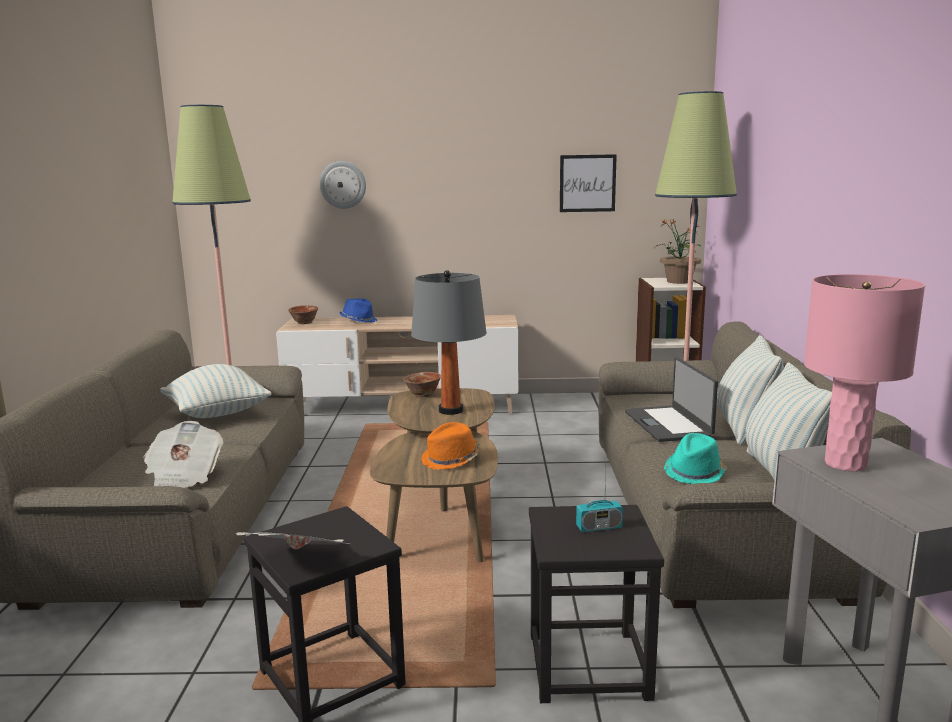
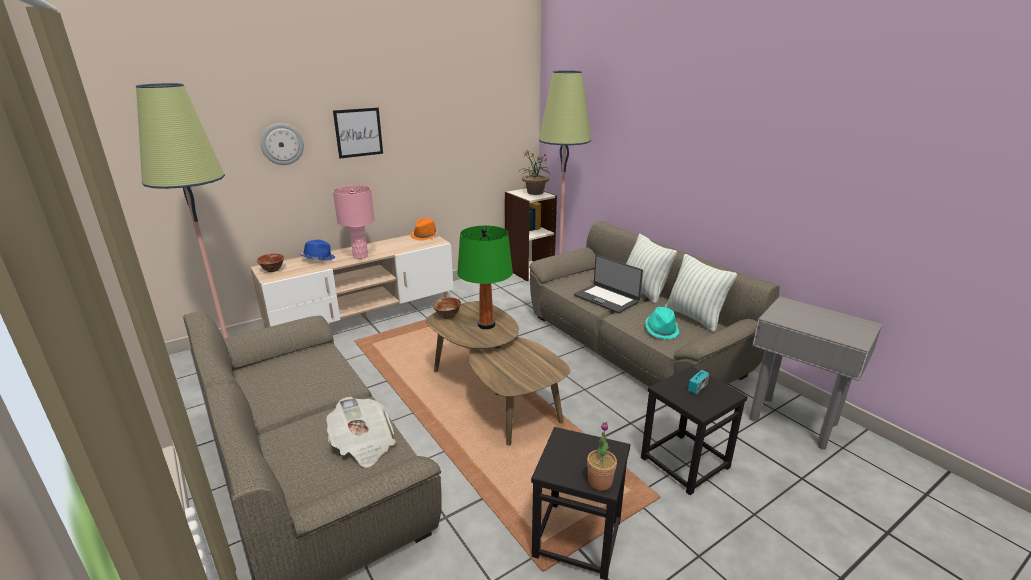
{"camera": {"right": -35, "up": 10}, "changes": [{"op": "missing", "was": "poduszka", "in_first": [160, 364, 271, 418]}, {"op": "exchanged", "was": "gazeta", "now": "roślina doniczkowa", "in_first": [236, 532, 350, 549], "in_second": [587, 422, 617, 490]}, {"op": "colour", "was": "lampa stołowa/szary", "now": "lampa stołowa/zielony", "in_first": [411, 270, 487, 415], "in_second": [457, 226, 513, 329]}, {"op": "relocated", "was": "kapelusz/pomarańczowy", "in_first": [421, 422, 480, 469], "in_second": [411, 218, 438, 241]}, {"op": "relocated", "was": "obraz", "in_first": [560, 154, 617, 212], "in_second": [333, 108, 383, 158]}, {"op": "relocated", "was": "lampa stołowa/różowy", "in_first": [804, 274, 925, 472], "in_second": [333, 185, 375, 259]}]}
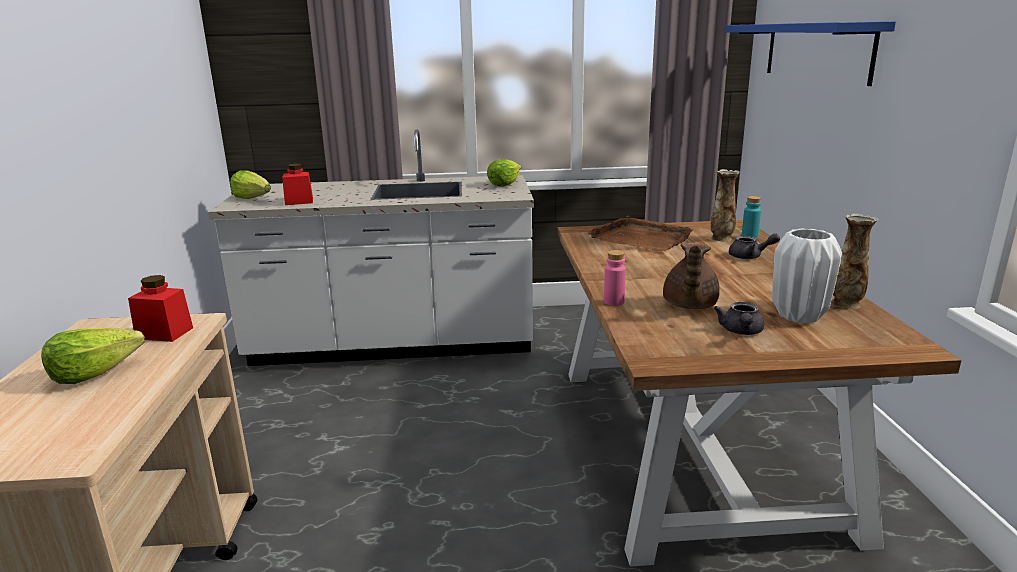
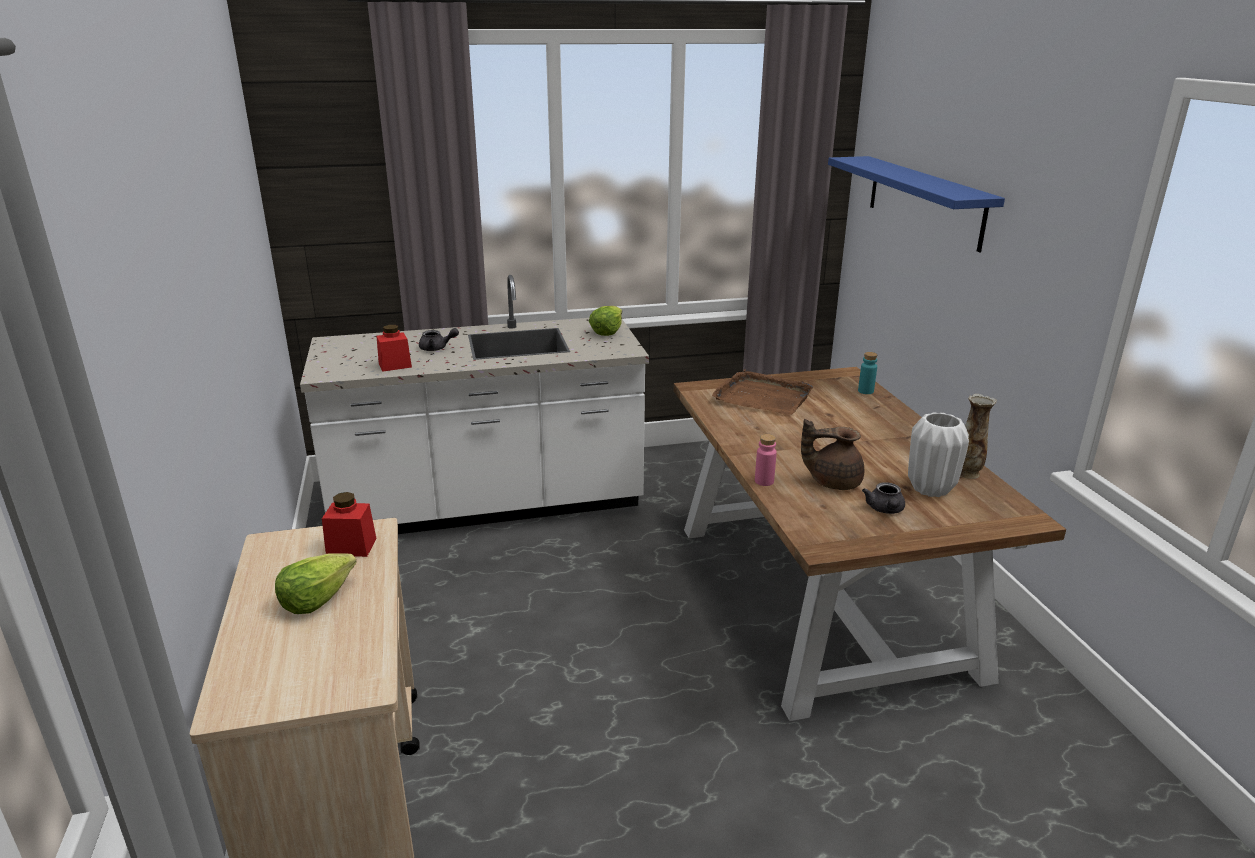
{"camera": {"right": -10, "up": 5}, "changes": [{"op": "missing", "was": "sałata", "in_first": [230, 170, 271, 199]}, {"op": "spun", "was": "imbryk/brązowy", "in_first": [663, 243, 720, 309], "in_second": [801, 419, 864, 490], "clockwise": 90}, {"op": "missing", "was": "wazon", "in_first": [711, 169, 740, 241]}, {"op": "relocated", "was": "imbryk/szary", "in_first": [729, 233, 780, 259], "in_second": [419, 328, 459, 351]}]}
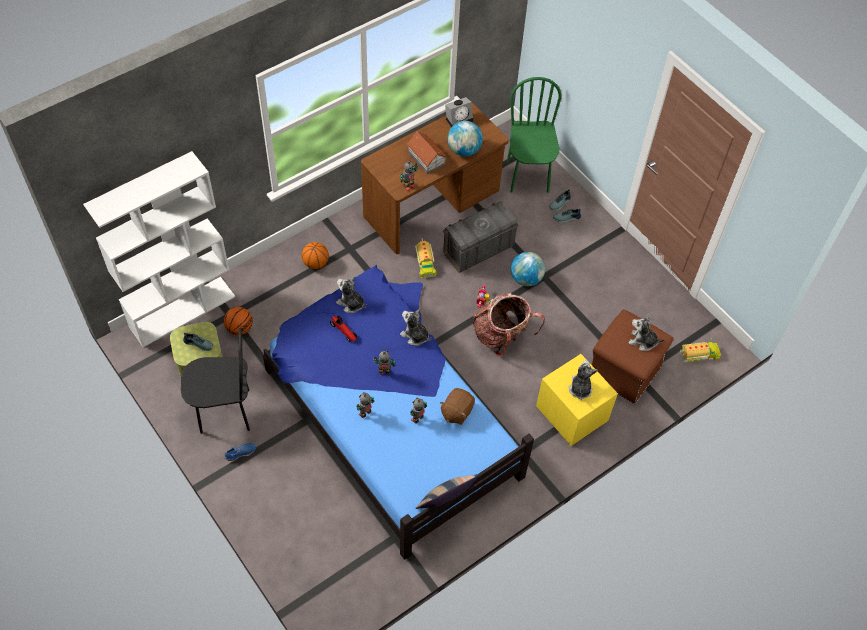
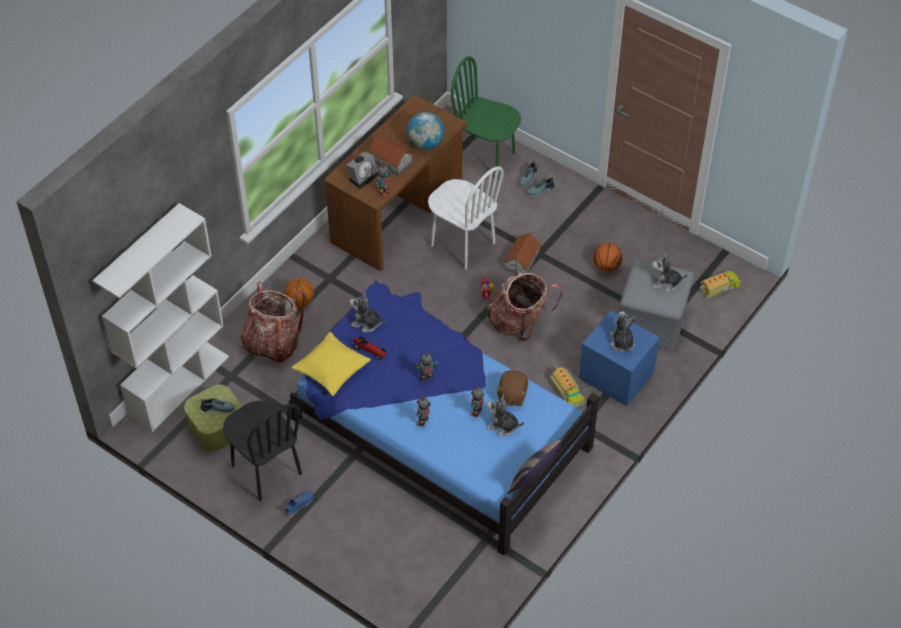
{"camera": {"right": -15, "up": -5}, "changes": [{"op": "spun", "was": "krzesło/czarny", "in_first": [181, 328, 250, 434], "in_second": [223, 401, 302, 501], "clockwise": 75}, {"op": "relocated", "was": "piłka do koszykówki", "in_first": [224, 307, 253, 335], "in_second": [593, 243, 623, 272]}, {"op": "relocated", "was": "pluszak", "in_first": [400, 308, 432, 346], "in_second": [486, 394, 524, 436]}, {"op": "relocated", "was": "ciężarówka zabawkowa", "in_first": [415, 238, 437, 278], "in_second": [550, 365, 585, 407]}, {"op": "exchanged", "was": "pojemnik do przechowywania/szary", "now": "krzesło/biały", "in_first": [443, 201, 519, 273], "in_second": [428, 166, 504, 270]}, {"op": "relocated", "was": "budzik", "in_first": [445, 97, 473, 127], "in_second": [346, 152, 379, 189]}, {"op": "spun", "was": "krzesło/zielony", "in_first": [507, 77, 561, 193], "in_second": [451, 56, 521, 180], "clockwise": -45}, {"op": "exchanged", "was": "globus", "now": "domek", "in_first": [511, 252, 545, 286], "in_second": [504, 233, 541, 274]}, {"op": "colour", "was": "szafka nocna/żółty", "now": "szafka nocna/niebieski", "in_first": [536, 354, 618, 446], "in_second": [579, 310, 660, 406]}, {"op": "colour", "was": "pufa/brązowy", "now": "pufa/szary", "in_first": [591, 309, 674, 404], "in_second": [620, 258, 694, 350]}, {"op": "appeared", "now": "plecak", "in_second": [241, 281, 305, 362]}, {"op": "appeared", "now": "poduszka/żółty", "in_second": [292, 332, 371, 396]}]}
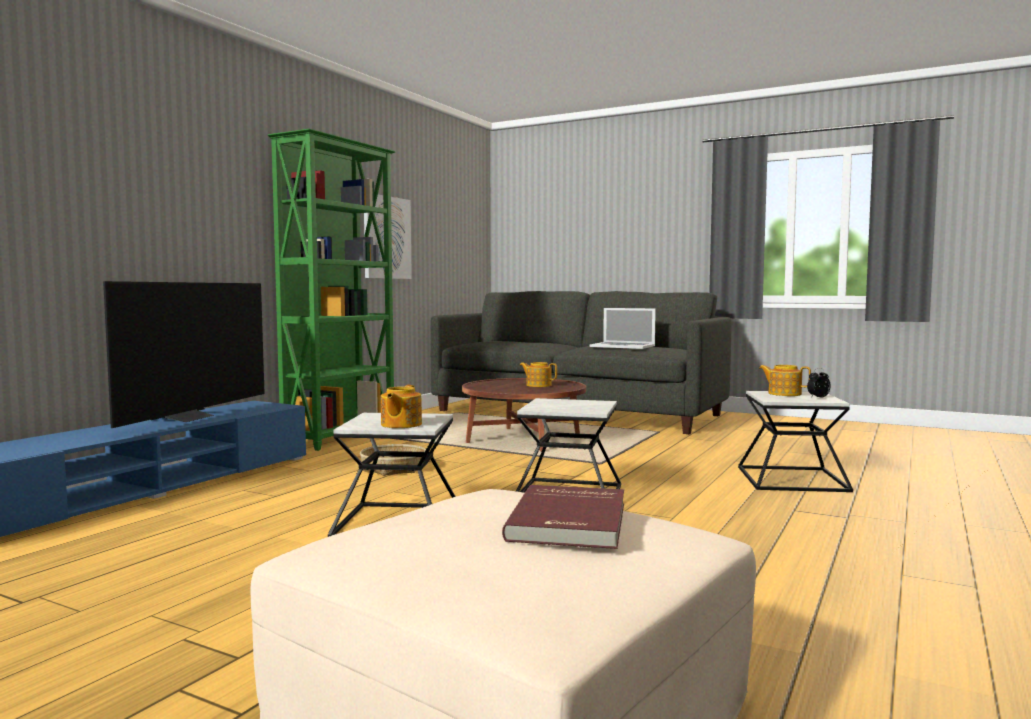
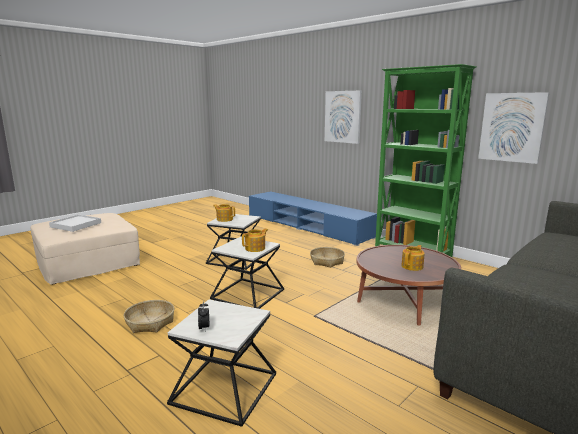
{"camera": {"right": 105, "up": 10}, "changes": [{"op": "missing", "was": "telewizor", "in_first": [103, 281, 265, 428]}, {"op": "exchanged", "was": "książka/czerwony", "now": "taca/biały", "in_first": [502, 485, 624, 549], "in_second": [49, 215, 101, 232]}, {"op": "missing", "was": "laptop", "in_first": [589, 308, 656, 349]}, {"op": "relocated", "was": "imbryk", "in_first": [759, 365, 811, 396], "in_second": [242, 228, 268, 252]}, {"op": "appeared", "now": "koszyk", "in_second": [124, 300, 174, 333]}, {"op": "appeared", "now": "obraz", "in_second": [325, 91, 362, 144]}]}
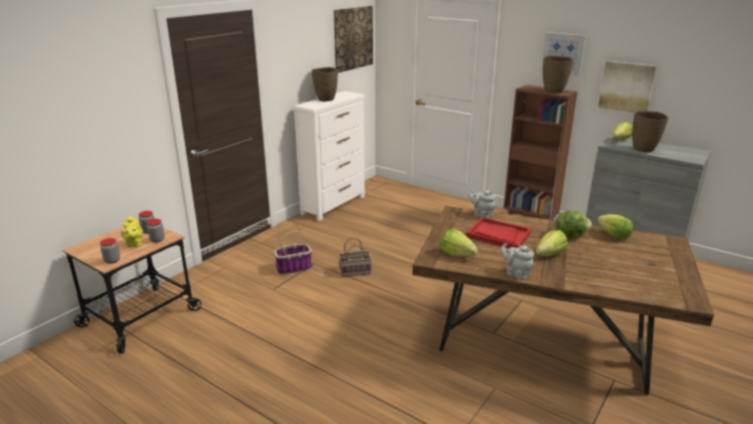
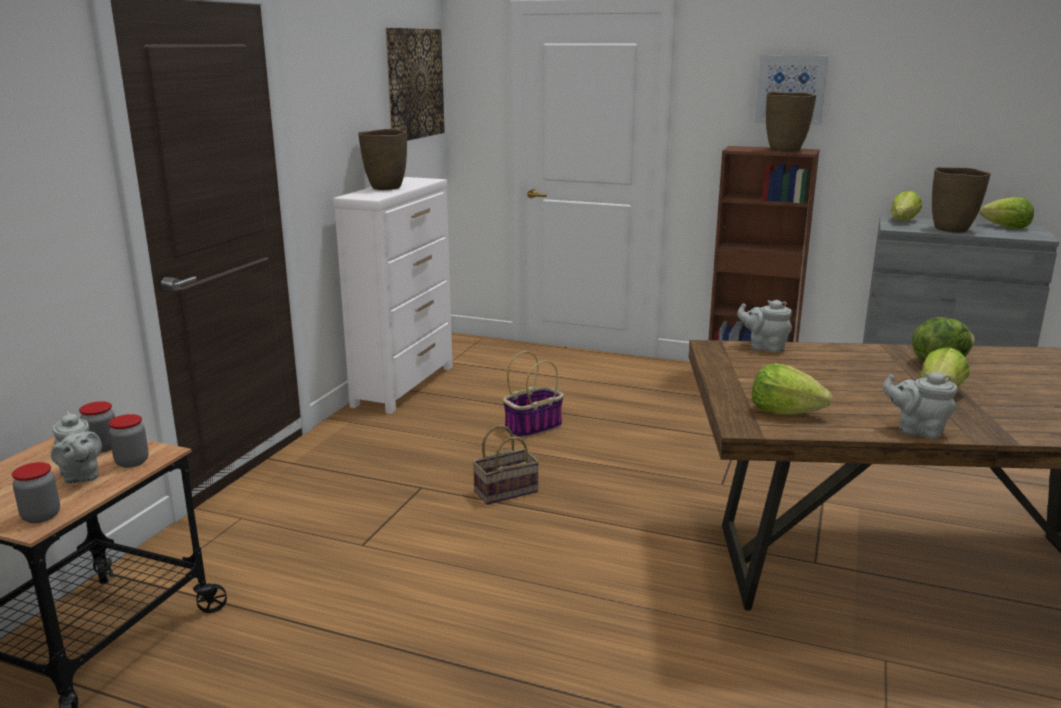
{"camera": {"right": -15, "up": -5}, "changes": [{"op": "colour", "was": "imbryk/żółty", "now": "imbryk/szary", "in_first": [121, 216, 143, 247], "in_second": [51, 411, 102, 484]}, {"op": "relocated", "was": "koszyk", "in_first": [274, 223, 312, 275], "in_second": [503, 351, 564, 439]}, {"op": "missing", "was": "taca/czerwony", "in_first": [466, 217, 531, 248]}, {"op": "relocated", "was": "sałata", "in_first": [597, 214, 633, 240], "in_second": [980, 197, 1034, 229]}, {"op": "missing", "was": "obraz", "in_first": [598, 61, 657, 113]}]}
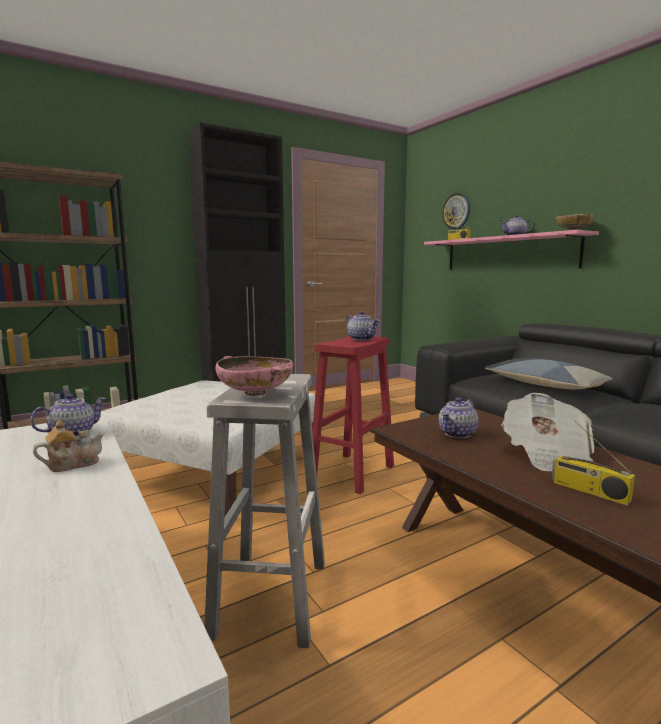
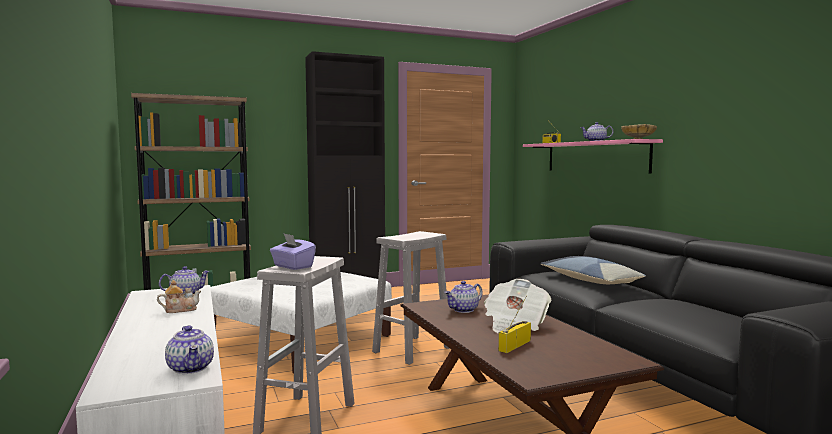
{"camera": {"right": 10, "up": -5}, "changes": [{"op": "exchanged", "was": "miska/różowy", "now": "pudełko chusteczek/fioletowy", "in_first": [215, 356, 293, 396], "in_second": [270, 234, 316, 270]}, {"op": "colour", "was": "stołek/czerwony", "now": "stołek/biały", "in_first": [312, 336, 394, 494], "in_second": [372, 231, 449, 365]}, {"op": "relocated", "was": "imbryk", "in_first": [345, 311, 380, 341], "in_second": [165, 325, 214, 374]}, {"op": "missing", "was": "zegar ścienny", "in_first": [442, 193, 470, 229]}, {"op": "spun", "was": "radio", "in_first": [551, 421, 635, 505], "in_second": [498, 295, 531, 353], "clockwise": 75}]}
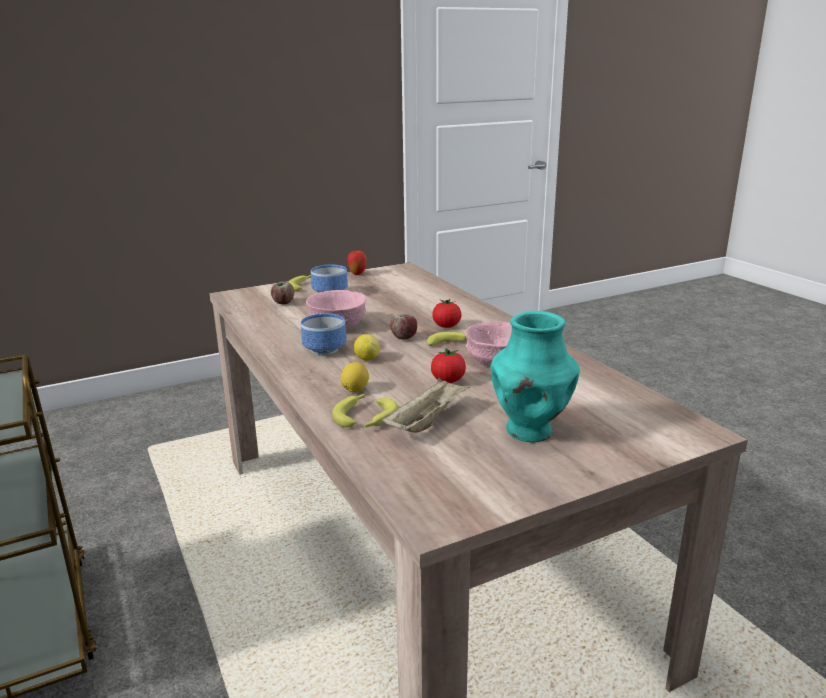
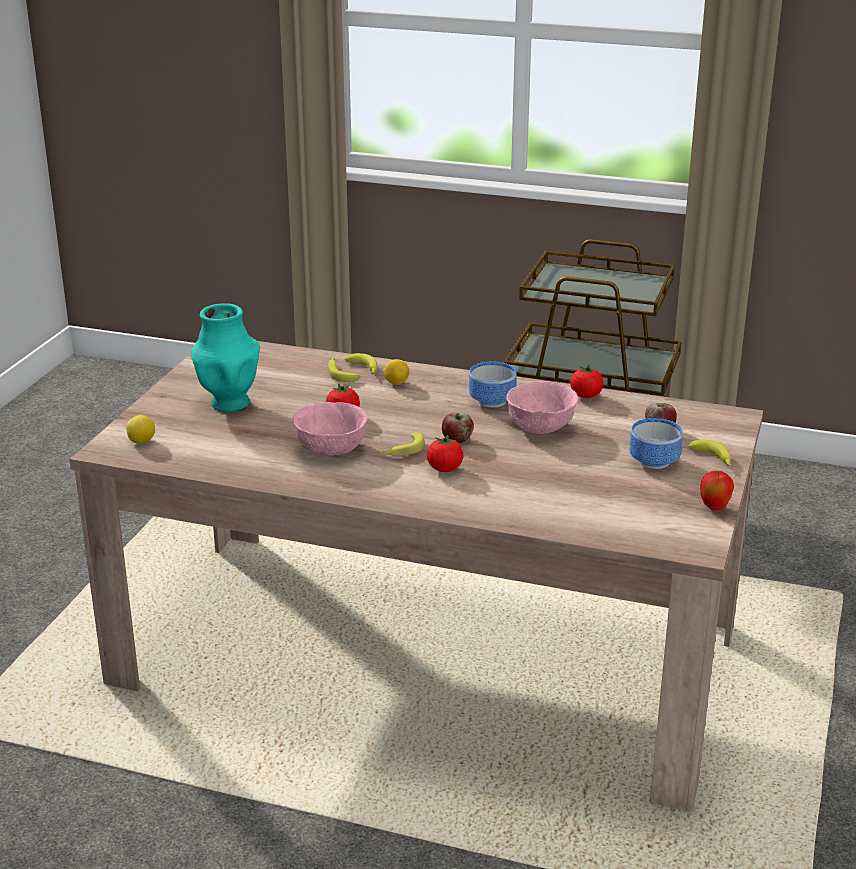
{"camera": {"right": 135, "up": 5}, "changes": [{"op": "relocated", "was": "cytryna", "in_first": [354, 334, 380, 361], "in_second": [126, 415, 155, 444]}, {"op": "missing", "was": "taca/beżowy", "in_first": [382, 378, 471, 433]}, {"op": "appeared", "now": "pomidor", "in_second": [570, 365, 604, 398]}]}
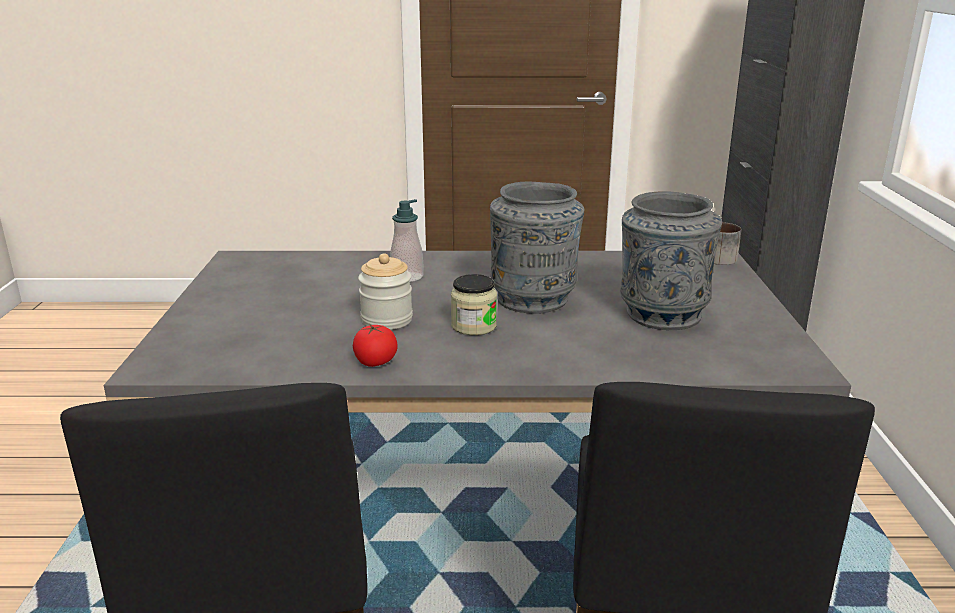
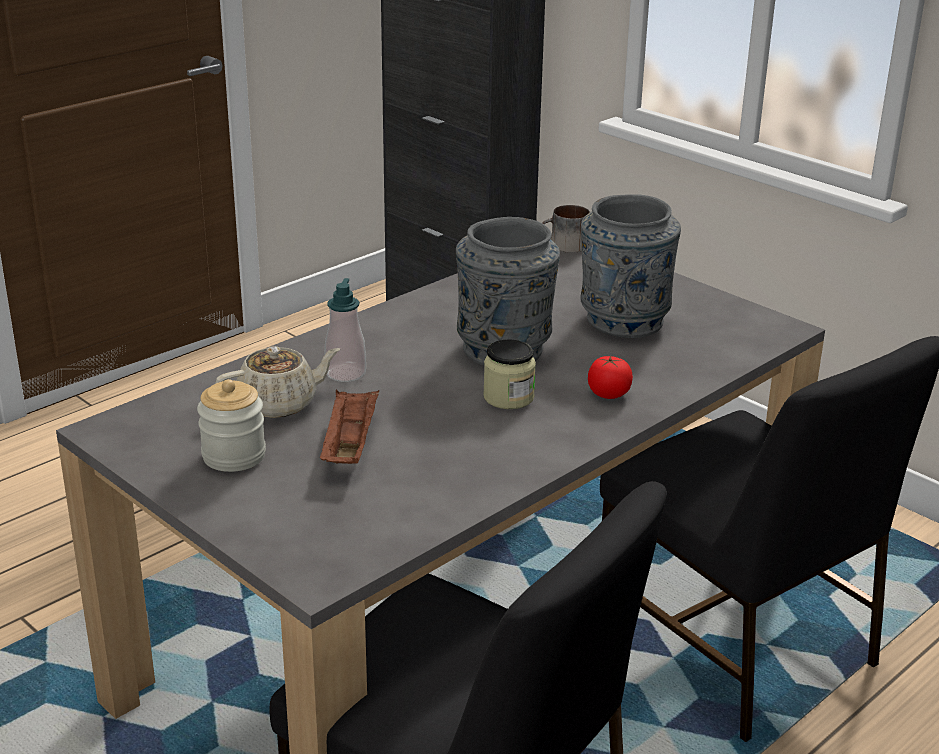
{"camera": {"right": -45, "up": 5}, "changes": [{"op": "relocated", "was": "pomidor", "in_first": [353, 324, 398, 367], "in_second": [588, 355, 633, 399]}, {"op": "relocated", "was": "słoik", "in_first": [358, 254, 413, 330], "in_second": [197, 379, 266, 472]}, {"op": "appeared", "now": "imbryk/beżowy", "in_second": [215, 346, 340, 418]}, {"op": "appeared", "now": "taca/brązowy", "in_second": [320, 390, 379, 464]}]}
